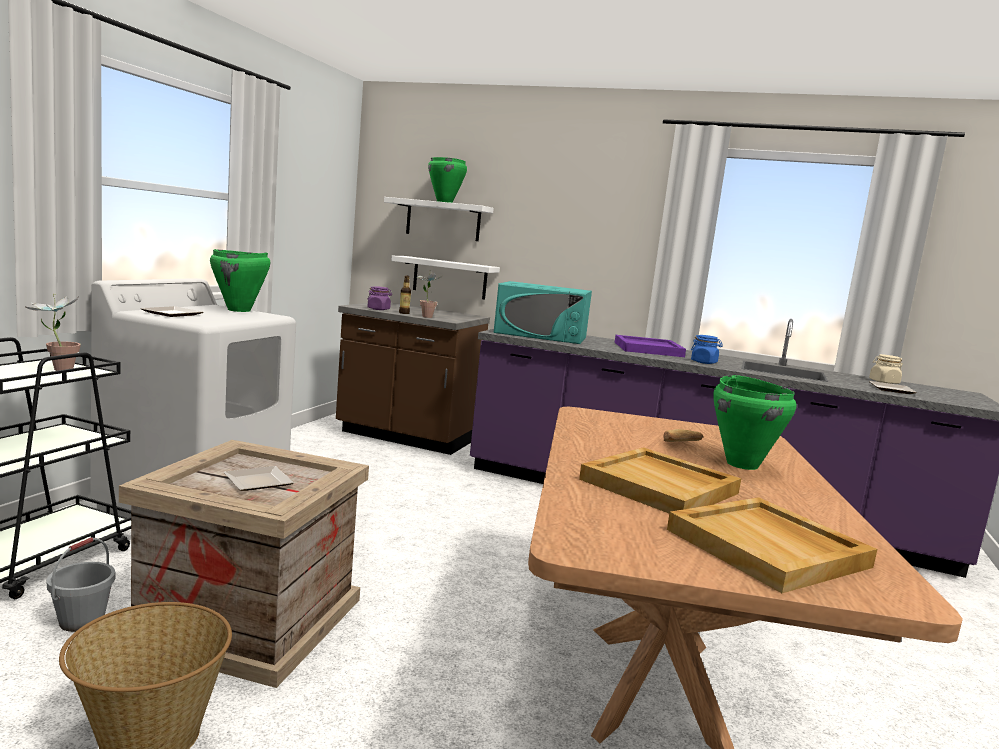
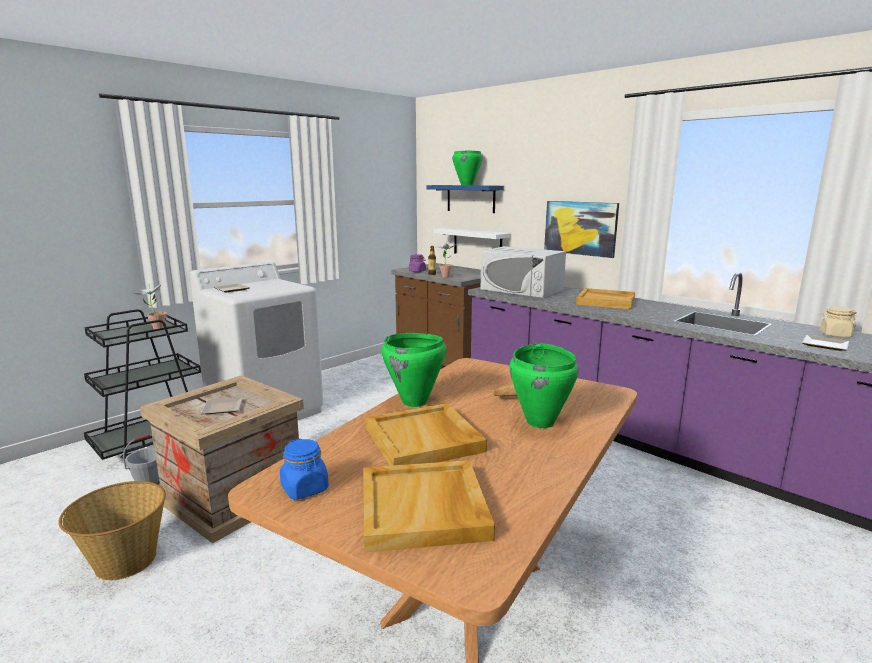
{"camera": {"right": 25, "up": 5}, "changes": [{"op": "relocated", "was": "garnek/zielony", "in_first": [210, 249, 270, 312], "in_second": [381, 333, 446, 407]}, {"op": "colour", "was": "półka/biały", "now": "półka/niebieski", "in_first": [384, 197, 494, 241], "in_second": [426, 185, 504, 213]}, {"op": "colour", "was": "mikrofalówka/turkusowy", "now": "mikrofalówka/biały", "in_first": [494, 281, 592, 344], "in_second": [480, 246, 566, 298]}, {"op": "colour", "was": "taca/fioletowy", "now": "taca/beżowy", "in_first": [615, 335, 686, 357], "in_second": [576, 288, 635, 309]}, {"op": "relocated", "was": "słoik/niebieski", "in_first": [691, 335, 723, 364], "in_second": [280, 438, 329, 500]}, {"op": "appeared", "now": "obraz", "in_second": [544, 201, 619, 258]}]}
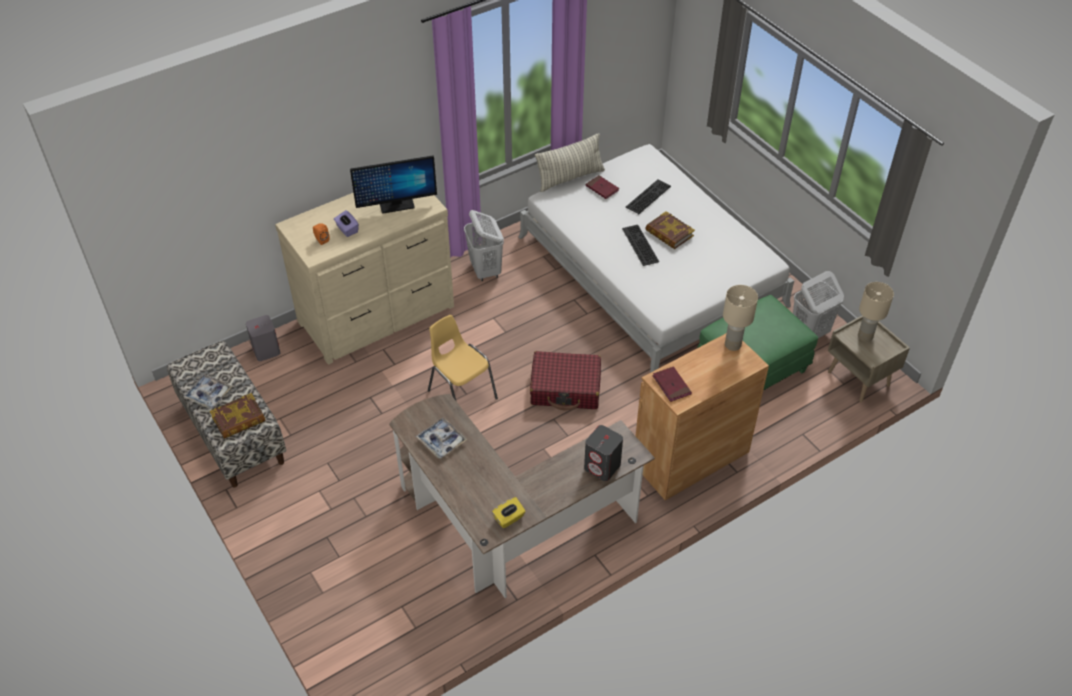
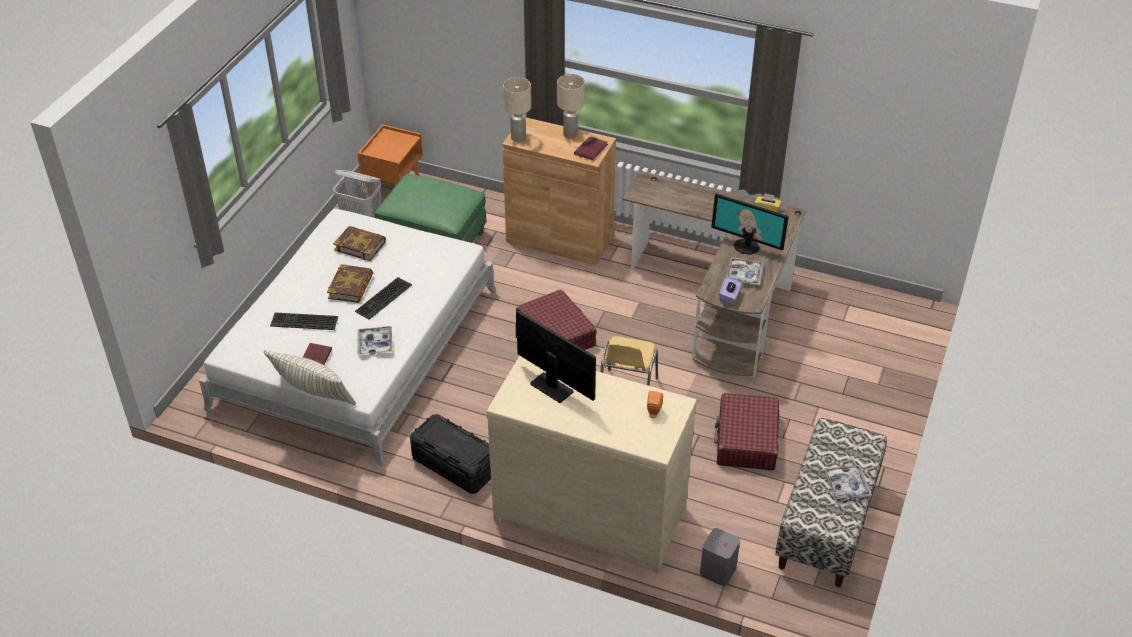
{"camera": {"right": -125, "up": -5}, "changes": [{"op": "relocated", "was": "książka", "in_first": [210, 393, 265, 439], "in_second": [333, 226, 386, 261]}, {"op": "relocated", "was": "pudełko chusteczek/fioletowy", "in_first": [334, 210, 359, 237], "in_second": [719, 277, 741, 305]}, {"op": "exchanged", "was": "kosz na pranie/biały", "now": "pojemnik do przechowywania/czarny", "in_first": [464, 210, 504, 281], "in_second": [410, 414, 491, 494]}, {"op": "missing", "was": "głośnik/szary", "in_first": [584, 425, 623, 481]}, {"op": "colour", "was": "szafka nocna/beżowy", "now": "szafka nocna/pomarańczowy", "in_first": [828, 315, 910, 402], "in_second": [358, 124, 423, 193]}, {"op": "relocated", "was": "lampa stołowa/beżowy", "in_first": [858, 282, 894, 342], "in_second": [557, 74, 585, 139]}, {"op": "appeared", "now": "taca", "in_second": [358, 326, 392, 355]}, {"op": "appeared", "now": "monitor", "in_second": [711, 193, 789, 255]}, {"op": "appeared", "now": "walizka/czerwony", "in_second": [714, 393, 779, 470]}]}
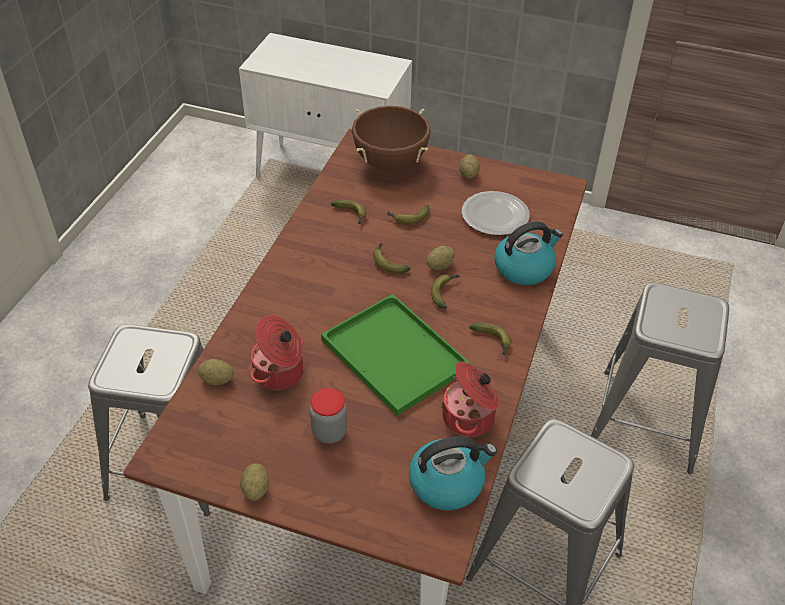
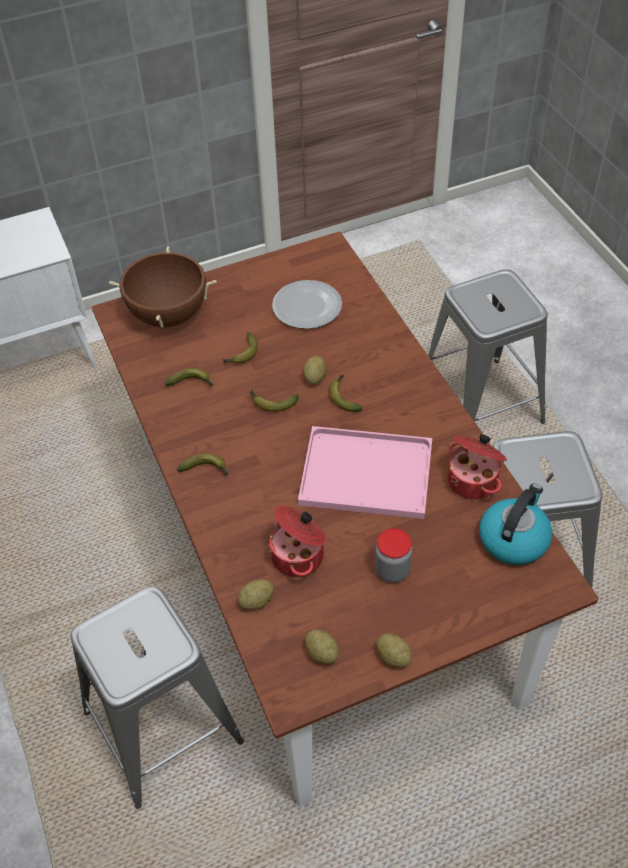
{"camera": {"right": -40, "up": 5}, "changes": [{"op": "colour", "was": "taca/zielony", "now": "taca/różowy", "in_first": [321, 294, 471, 416], "in_second": [298, 426, 432, 519]}, {"op": "relocated", "was": "ziemniak", "in_first": [459, 154, 480, 178], "in_second": [305, 630, 339, 664]}, {"op": "relocated", "was": "banan", "in_first": [469, 323, 511, 356], "in_second": [177, 453, 229, 475]}, {"op": "missing", "was": "czajnik", "in_first": [494, 221, 563, 285]}]}
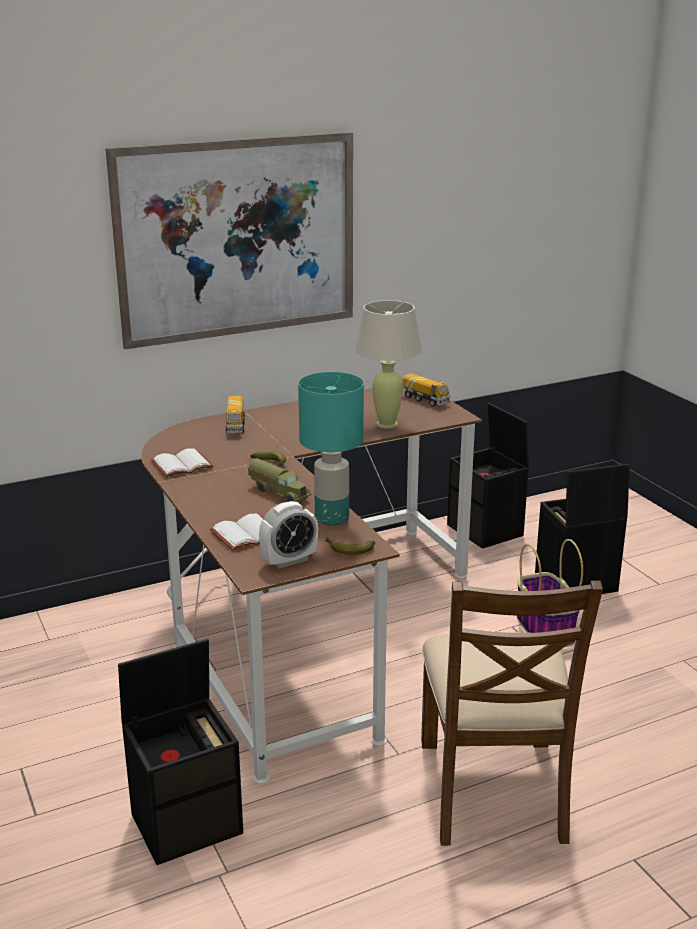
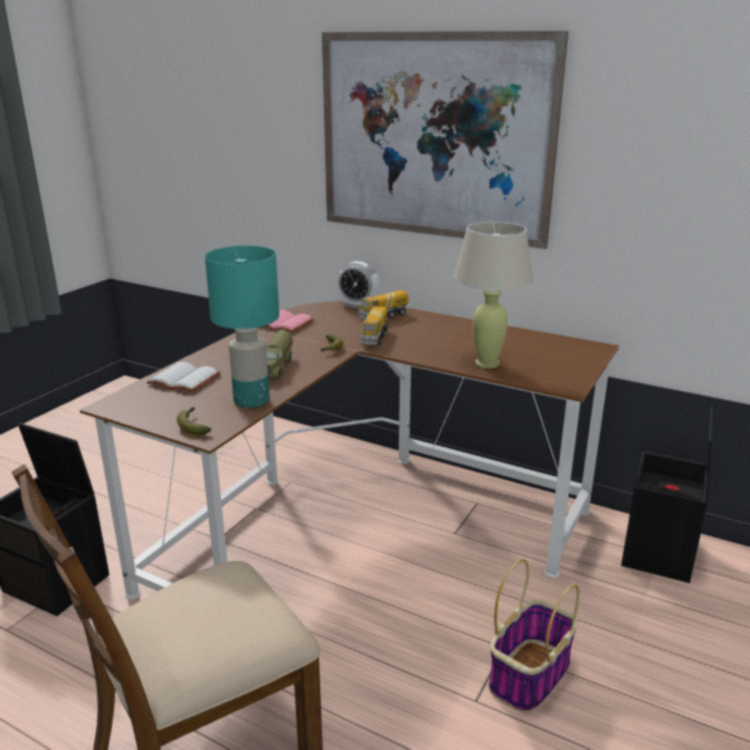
{"camera": {"right": 55, "up": 0}, "changes": [{"op": "colour", "was": "książka/biały", "now": "książka/różowy", "in_first": [151, 449, 214, 477], "in_second": [265, 310, 314, 333]}, {"op": "relocated", "was": "budzik", "in_first": [259, 501, 318, 569], "in_second": [337, 261, 380, 309]}, {"op": "relocated", "was": "ciężarówka zabawkowa", "in_first": [403, 373, 451, 407], "in_second": [361, 306, 387, 345]}, {"op": "missing", "was": "pojemnik do przechowywania/czarny", "in_first": [535, 464, 630, 594]}]}
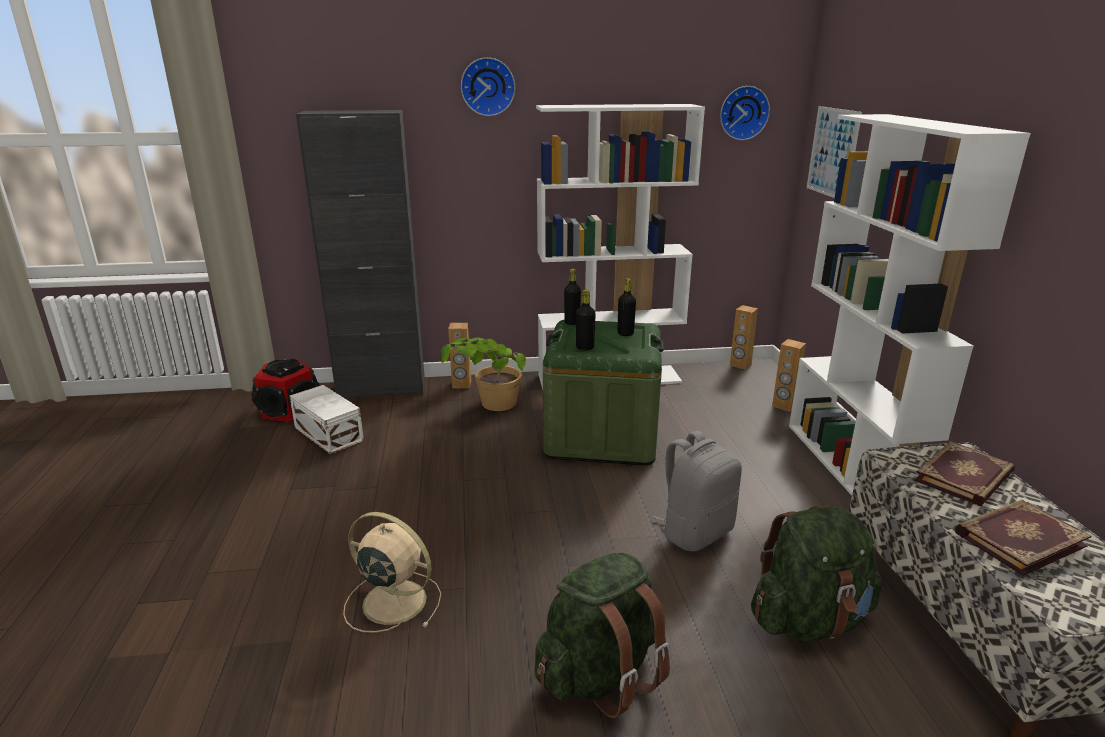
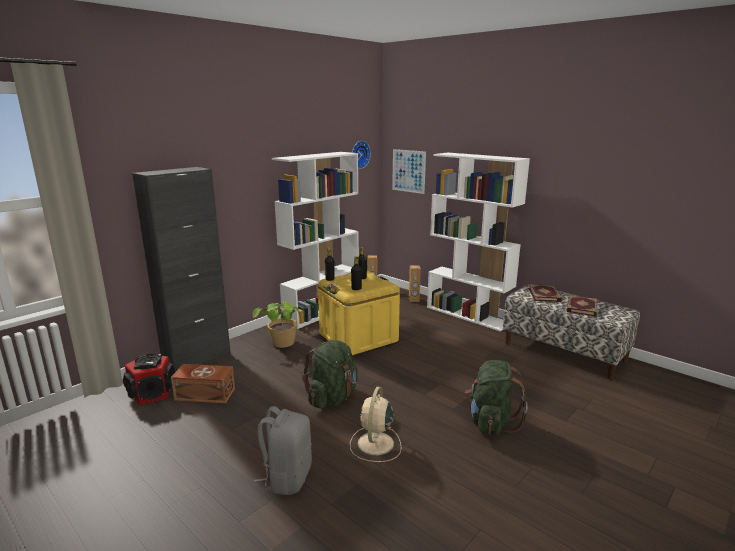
{"camera": {"right": -40, "up": -5}, "changes": [{"op": "colour", "was": "pojemnik do przechowywania/biały", "now": "pojemnik do przechowywania/brązowy", "in_first": [290, 385, 364, 454], "in_second": [171, 364, 235, 403]}, {"op": "spun", "was": "wentylator/beżowy", "in_first": [343, 512, 441, 633], "in_second": [350, 386, 401, 462], "clockwise": -60}, {"op": "missing", "was": "głośnik/brązowy", "in_first": [448, 323, 471, 388]}, {"op": "missing", "was": "zegar ścienny", "in_first": [461, 57, 515, 116]}, {"op": "colour", "was": "pojemnik do przechowywania/zielony", "now": "pojemnik do przechowywania/żółty", "in_first": [543, 320, 664, 465], "in_second": [318, 271, 400, 357]}, {"op": "relocated", "was": "plecak/szary", "in_first": [652, 431, 742, 551], "in_second": [254, 406, 312, 495]}, {"op": "relocated", "was": "plecak/zielony", "in_first": [751, 505, 882, 641], "in_second": [302, 340, 358, 409]}]}
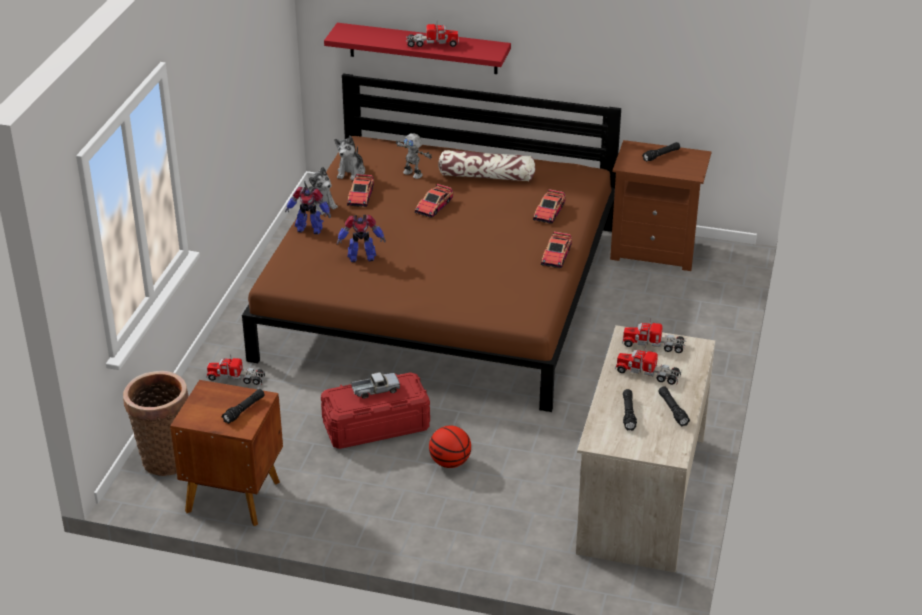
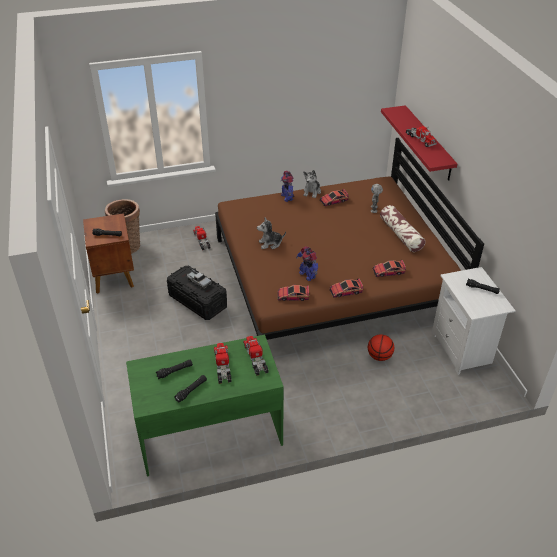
{"camera": {"right": 60, "up": 5}, "changes": [{"op": "colour", "was": "pojemnik do przechowywania/czerwony", "now": "pojemnik do przechowywania/czarny", "in_first": [321, 373, 430, 449], "in_second": [167, 266, 227, 320]}, {"op": "relocated", "was": "pluszak", "in_first": [334, 136, 365, 180], "in_second": [257, 218, 286, 249]}, {"op": "relocated", "was": "robot zabawkowy", "in_first": [337, 215, 386, 262], "in_second": [296, 246, 318, 281]}, {"op": "relocated", "was": "samochodzik", "in_first": [415, 184, 453, 218], "in_second": [277, 285, 309, 301]}, {"op": "relocated", "was": "piłka do koszykówki", "in_first": [429, 426, 471, 468], "in_second": [368, 334, 394, 361]}, {"op": "colour", "was": "biurko/beżowy", "now": "biurko/zielony", "in_first": [576, 325, 715, 573], "in_second": [126, 335, 284, 477]}, {"op": "colour", "was": "szafka nocna/brązowy", "now": "szafka nocna/biały", "in_first": [610, 140, 712, 271], "in_second": [432, 267, 516, 375]}]}
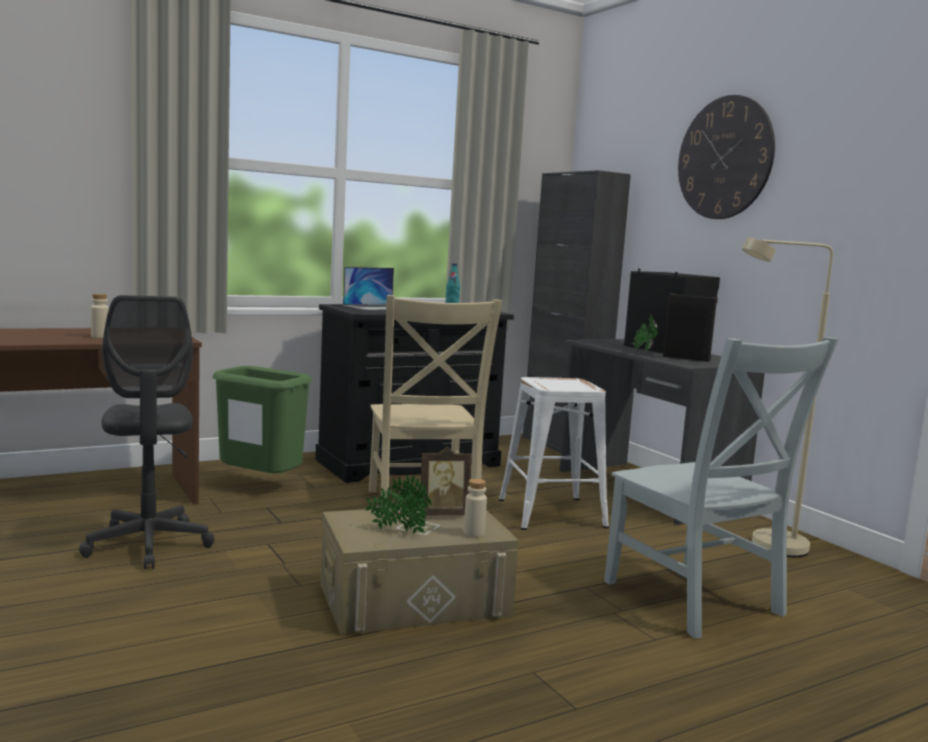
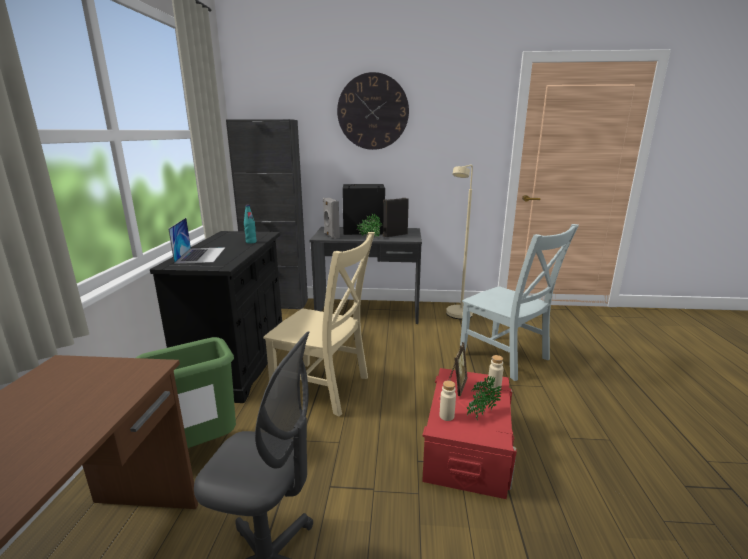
{"camera": {"right": -55, "up": 10}, "changes": [{"op": "relocated", "was": "butelka/beżowy", "in_first": [91, 294, 109, 338], "in_second": [439, 381, 456, 421]}, {"op": "colour", "was": "pojemnik do przechowywania/beżowy", "now": "pojemnik do przechowywania/czerwony", "in_first": [320, 507, 519, 635], "in_second": [422, 368, 517, 499]}, {"op": "missing", "was": "stołek/biały", "in_first": [499, 377, 609, 530]}, {"op": "spun", "was": "krzesło/szary", "in_first": [604, 337, 839, 638], "in_second": [460, 224, 579, 381], "clockwise": 45}, {"op": "appeared", "now": "głośnik/szary", "in_second": [323, 198, 340, 239]}]}
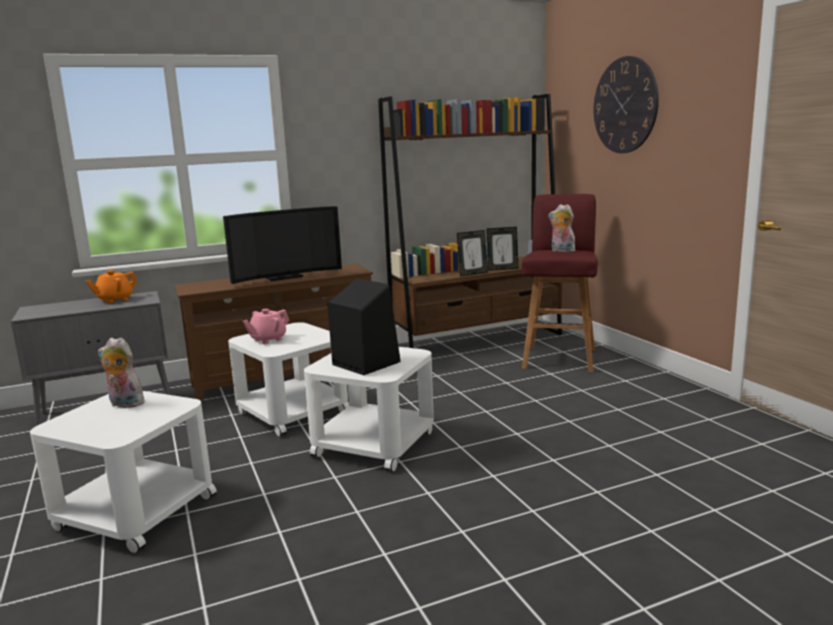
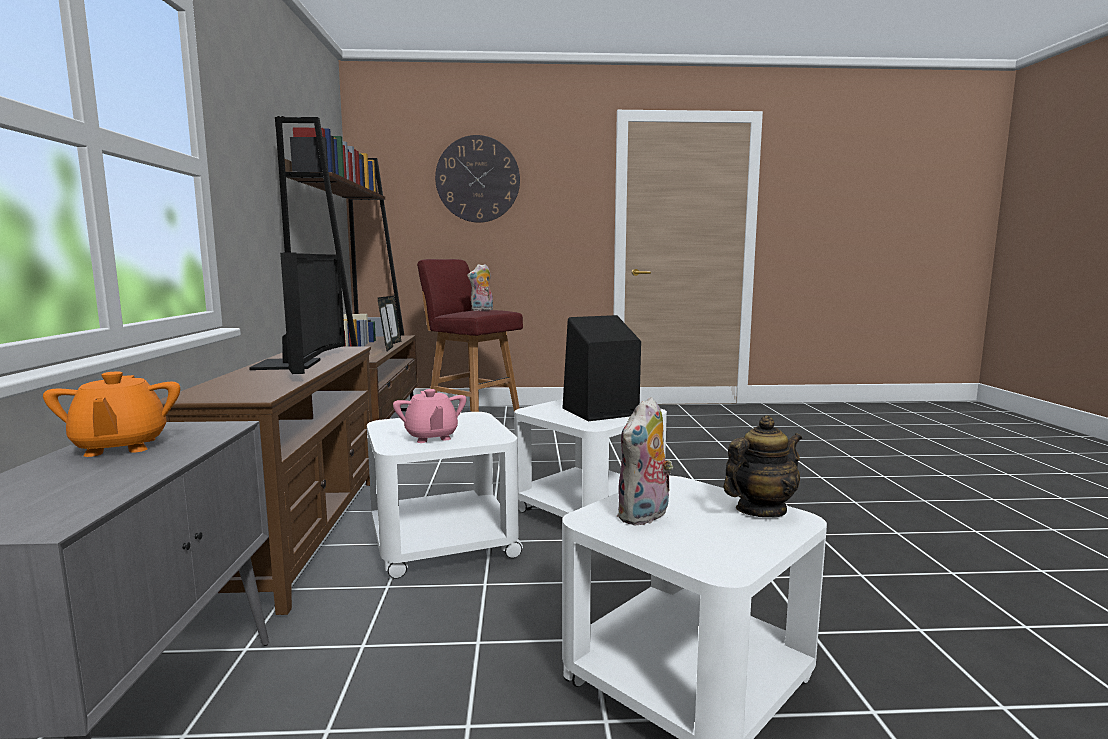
{"camera": {"right": -70, "up": -5}, "changes": [{"op": "appeared", "now": "imbryk", "in_second": [723, 415, 802, 517]}]}
